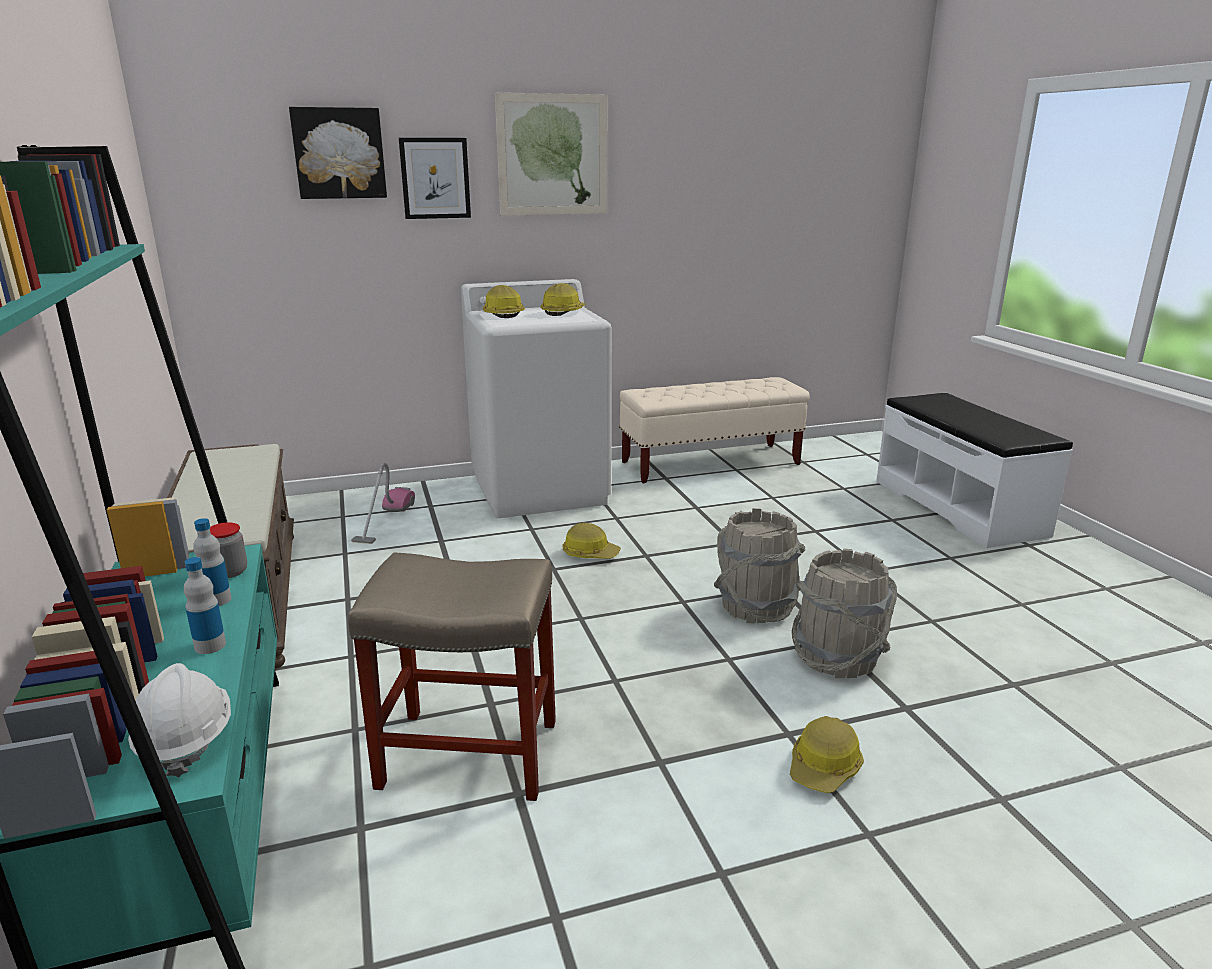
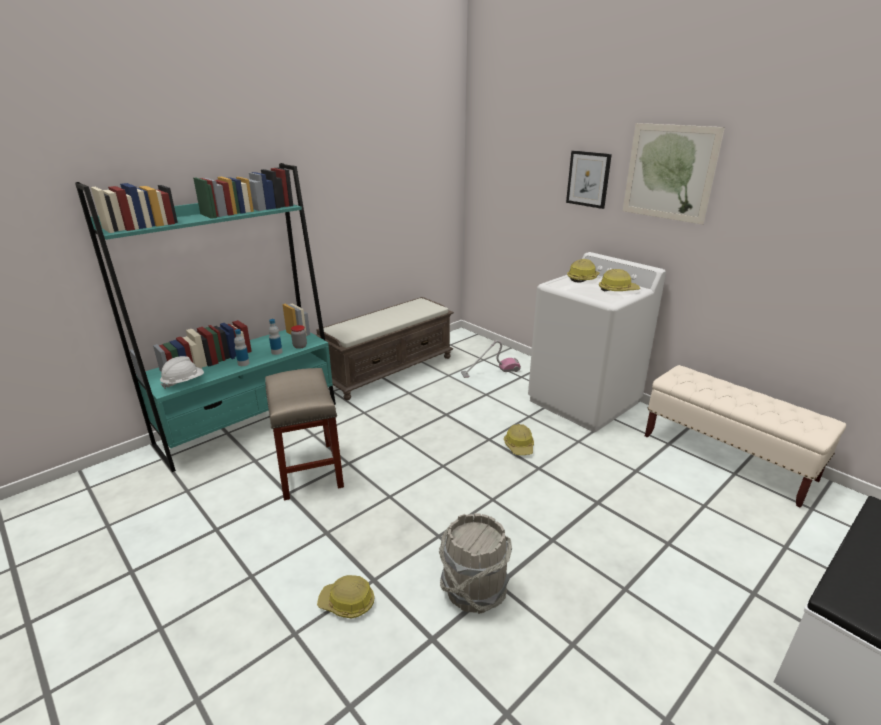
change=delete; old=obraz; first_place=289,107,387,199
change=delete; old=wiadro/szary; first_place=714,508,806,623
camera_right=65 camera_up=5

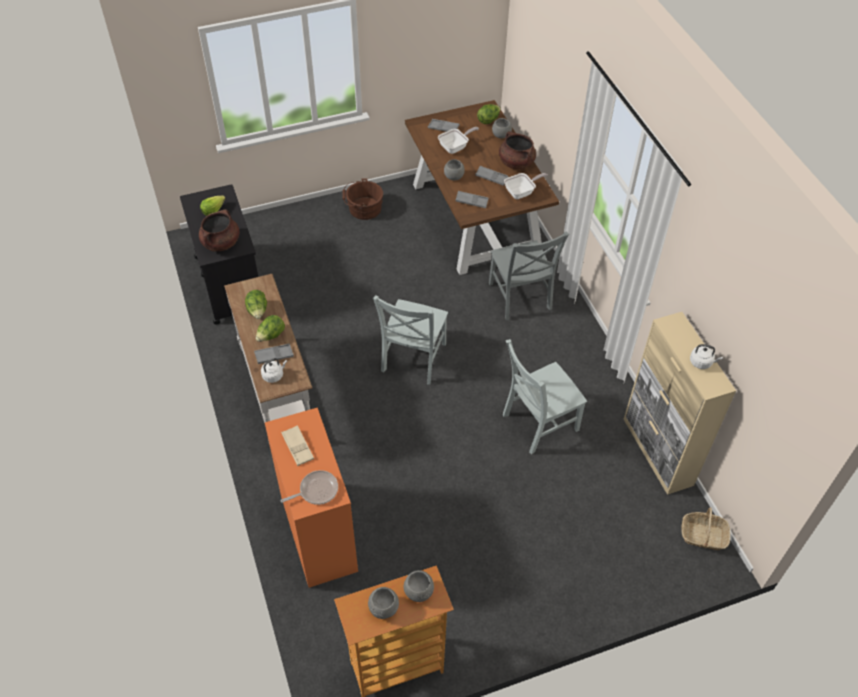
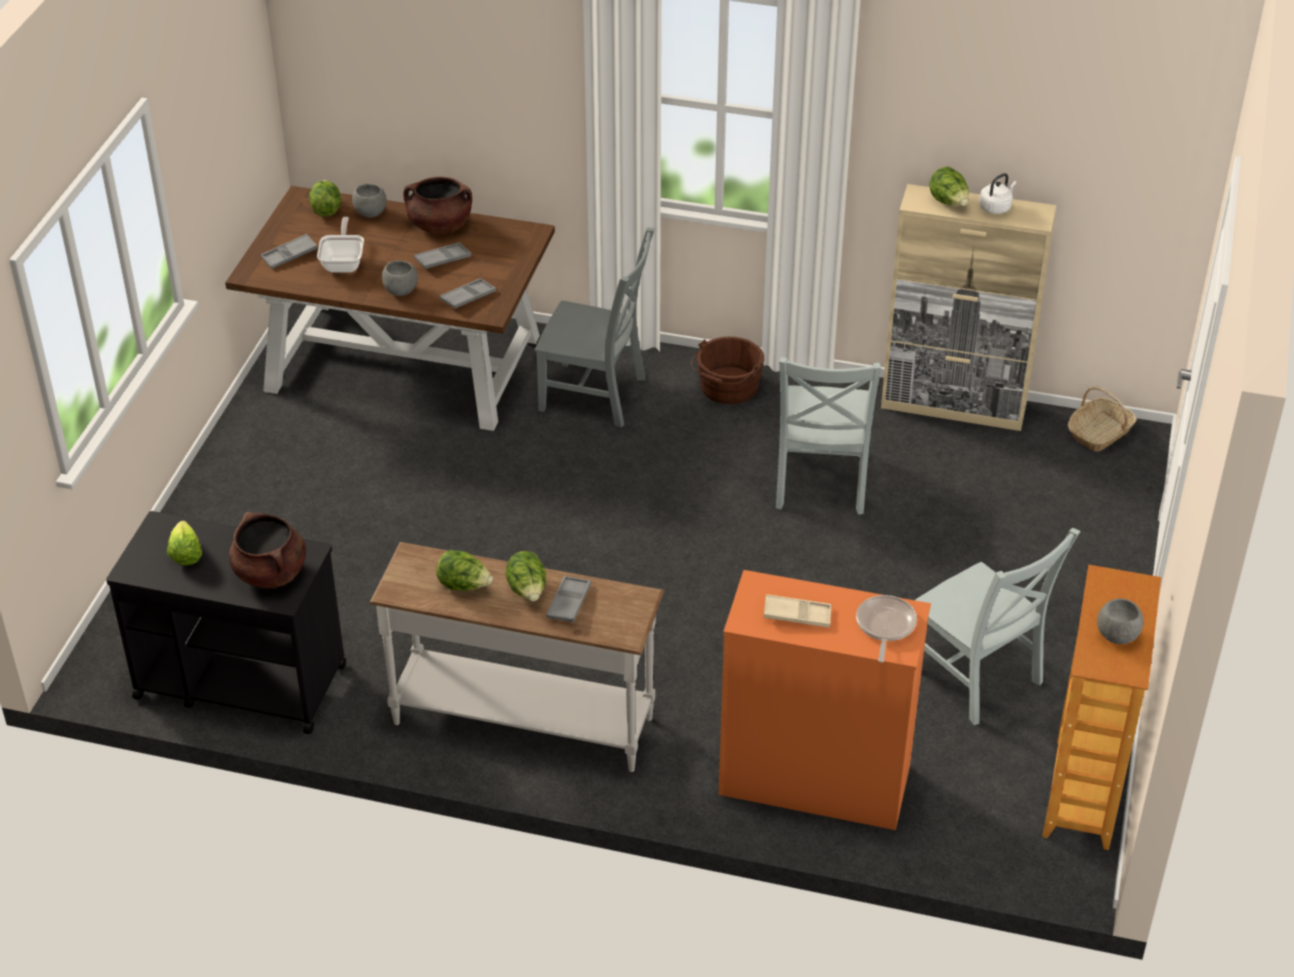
change=delete; old=czajnik/biały; first_place=261,358,287,383
change=delete; old=miska/szary; first_place=404,570,434,602
change=delete; old=patelnia; first_place=504,173,548,199
change=insert; new=sałata; second_place=929,167,969,206
change=move; old=wiadro/brązowy; first_place=342,179,383,220; second_place=691,337,764,404
change=move; old=krzesło/szary; first_place=373,295,448,384; second_place=915,528,1080,725
camera_right=-55 camera_up=-10

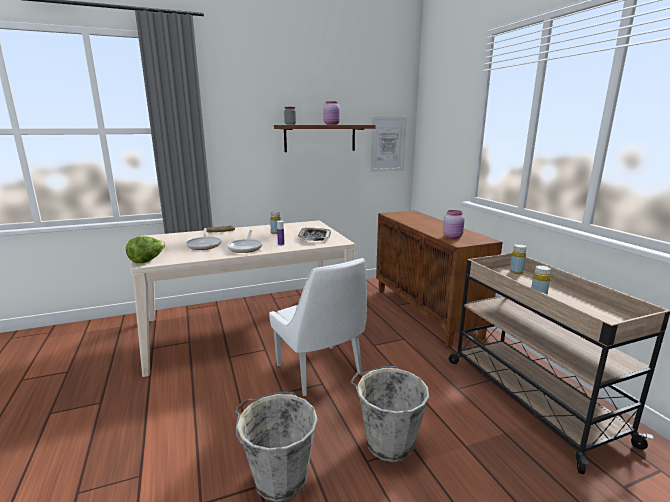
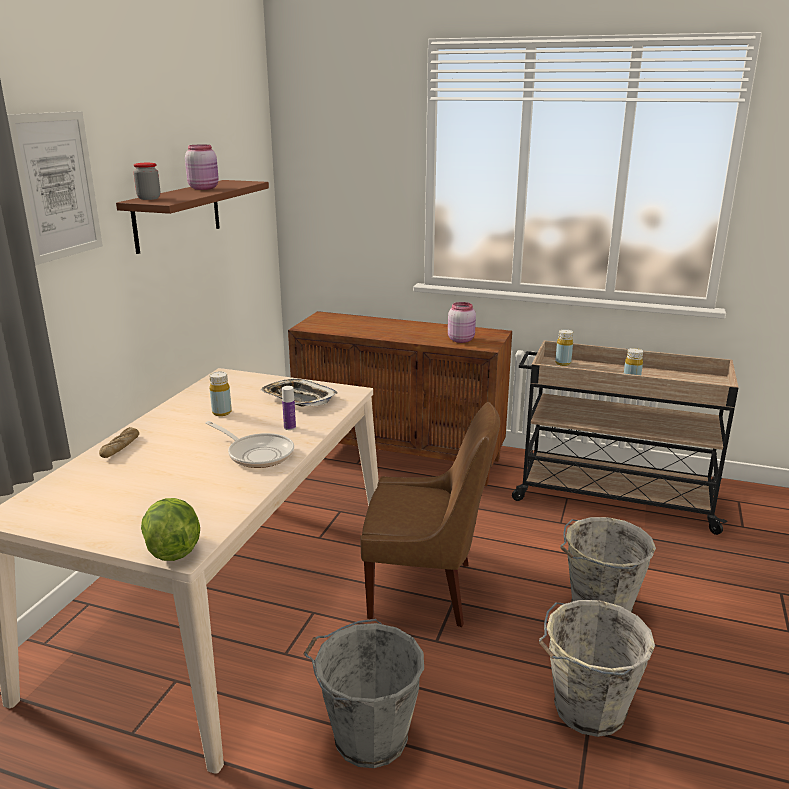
change=delete; old=patelnia; first_place=186,228,221,250
change=insert; new=wiadro/szary; second_place=304,619,424,768
change=move; old=obraz; first_place=370,116,407,172; second_place=7,111,103,265
change=recolor; old=krzesło/biały; new=krzesło/brązowy; first_place=269,258,367,396; second_place=360,402,500,627
camera_right=-50 camera_up=5

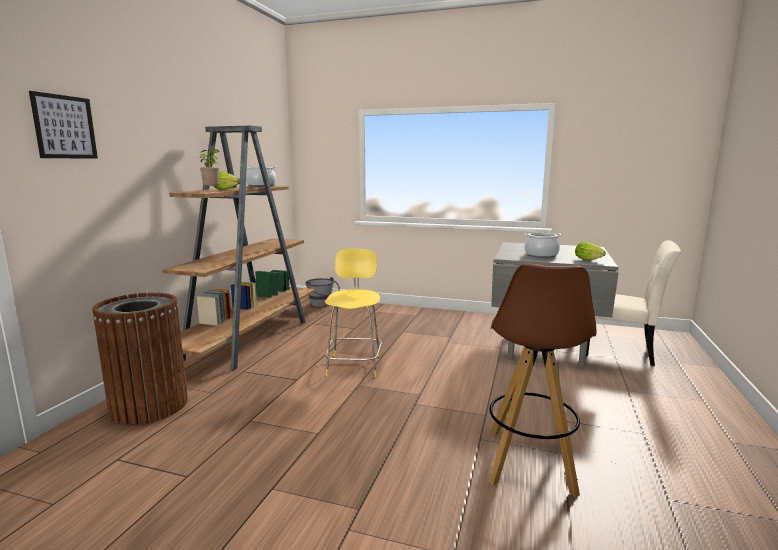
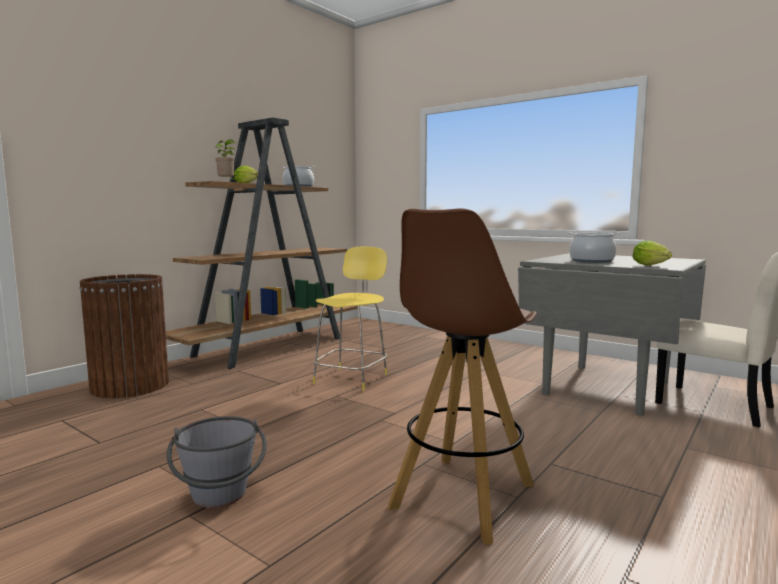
change=delete; old=obraz; first_place=29,91,98,159
change=move; old=wiadro/szary; first_place=305,277,340,307; second_place=167,416,267,508
camera_right=20 camera_up=-5

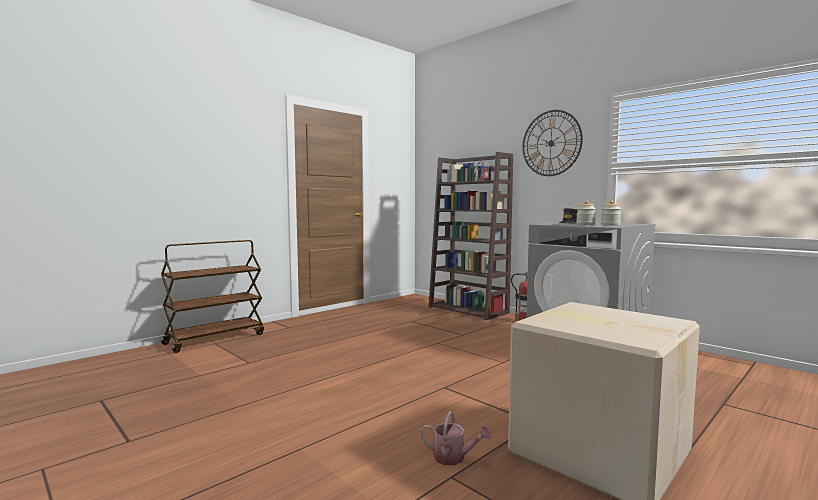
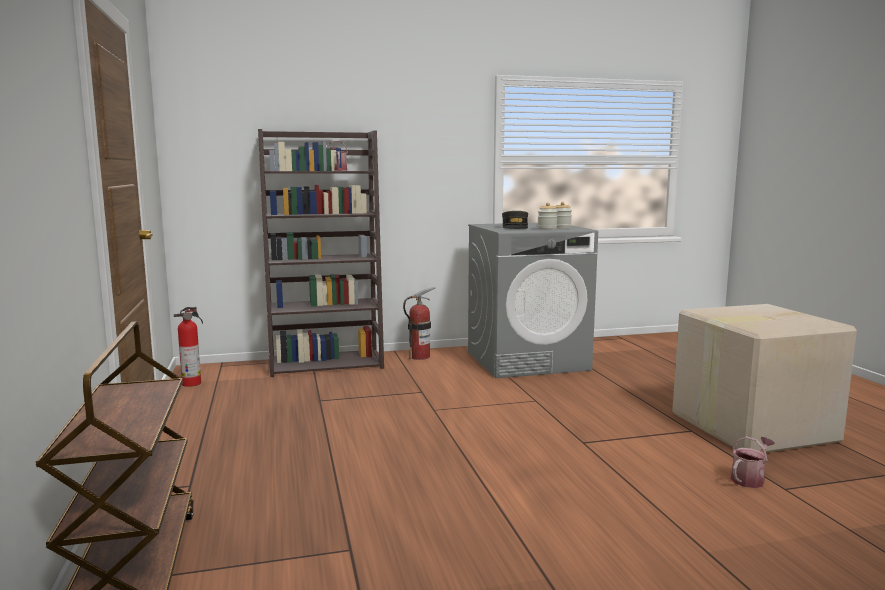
change=delete; old=zegar ścienny; first_place=522,110,583,176
change=insert; new=gaśnica; second_place=174,307,203,387
camera_right=-60 camera_up=5

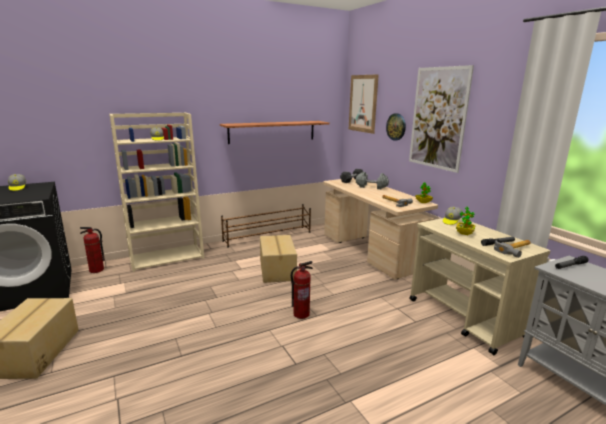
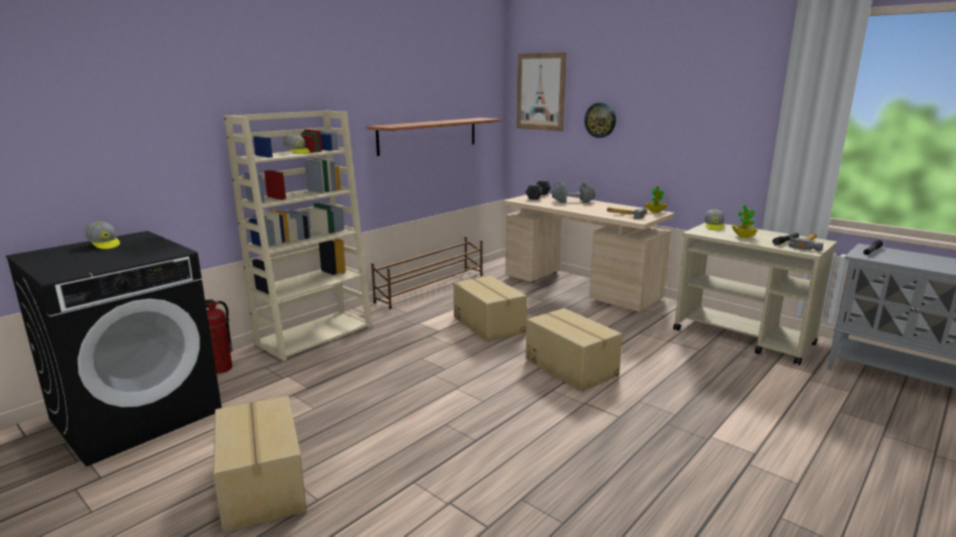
change=delete; old=obraz; first_place=409,65,474,173
change=replace; old=gaśnica; new=karton; first_place=291,261,313,319; second_place=526,308,623,391
camera_right=-20 camera_up=0

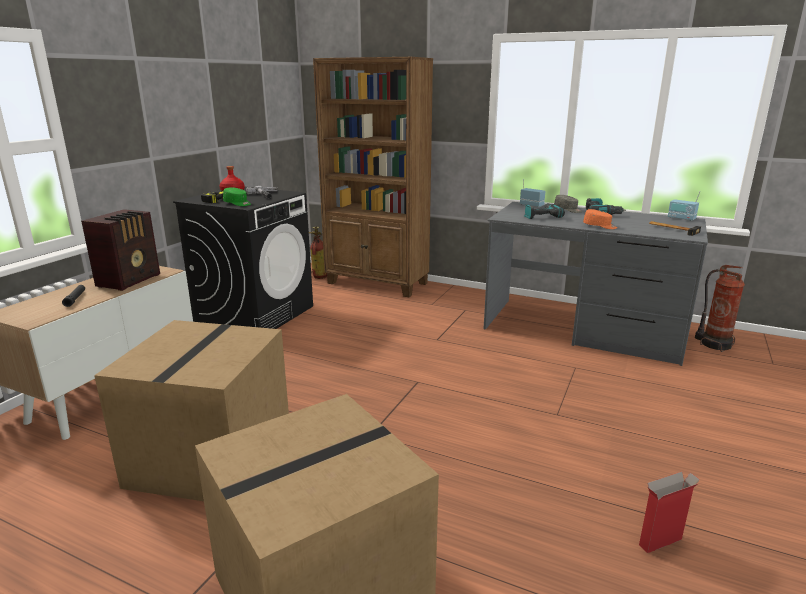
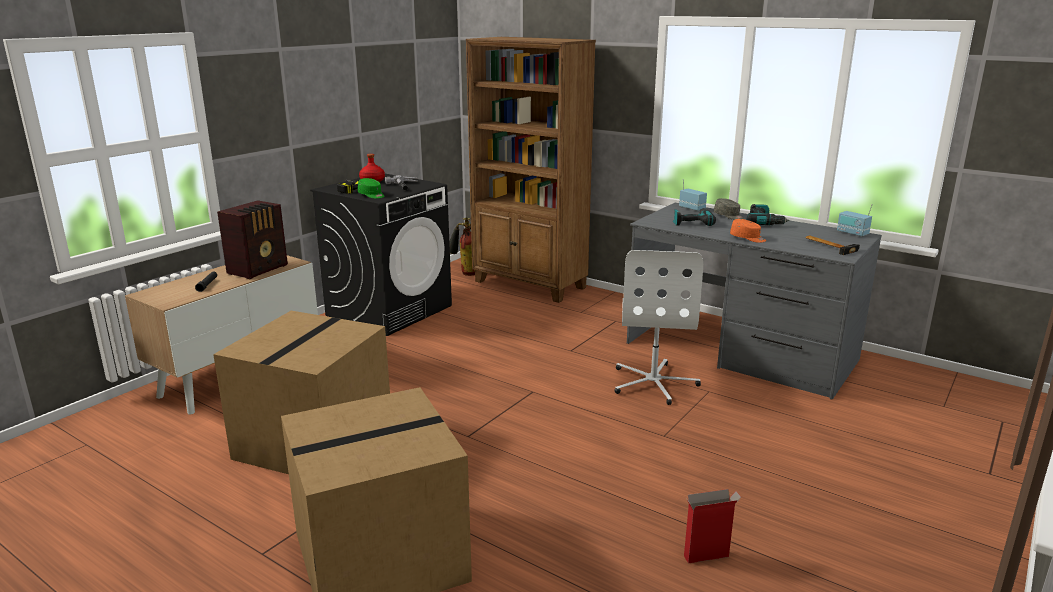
change=delete; old=gaśnica; first_place=695,265,745,352
change=insert; new=krzesło biurowe/biały; second_place=615,250,703,405
camera_right=10 camera_up=0

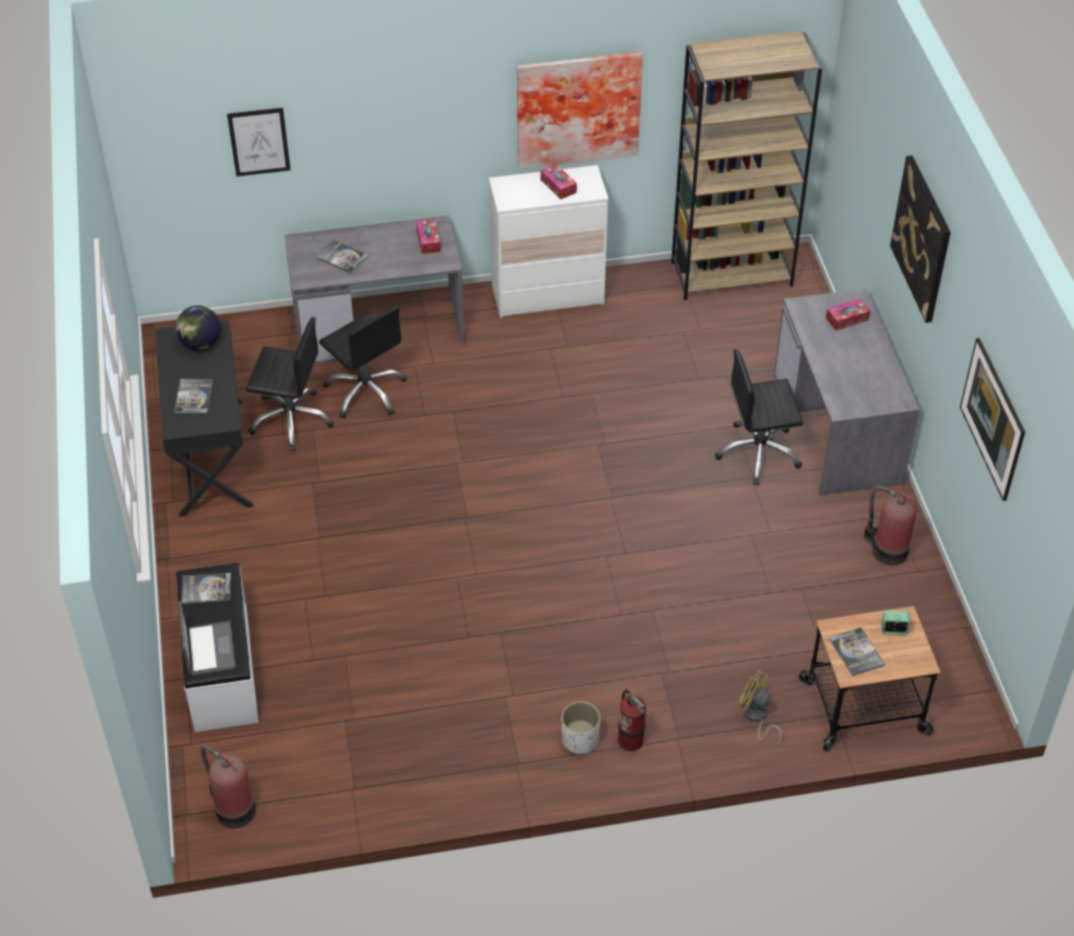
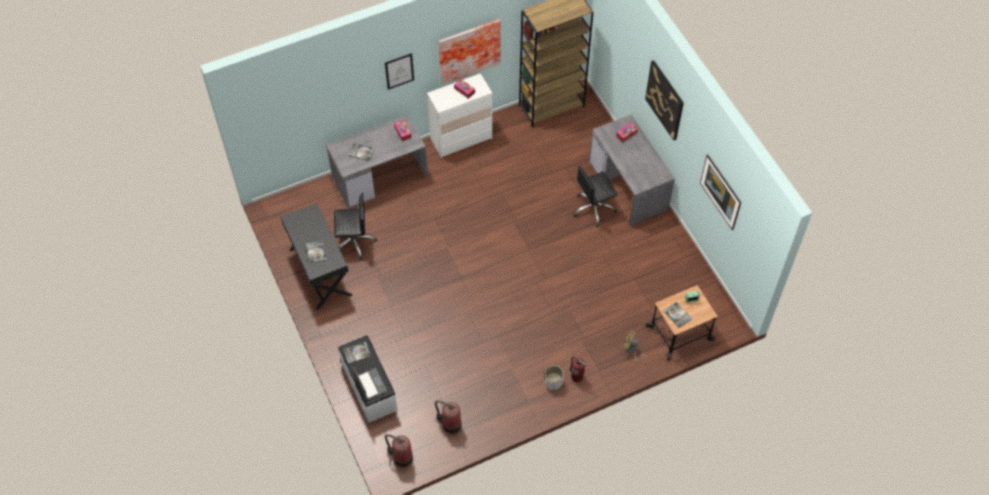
change=delete; old=globus; first_place=175,306,221,350
change=delete; old=krzesło biurowe/czarny; first_place=319,306,407,419
change=move; old=obraz; first_place=227,108,291,177; second_place=385,53,414,90
change=move; old=gaśnica; first_place=864,486,916,566; second_place=435,400,462,434
camera_right=-15 camera_up=10

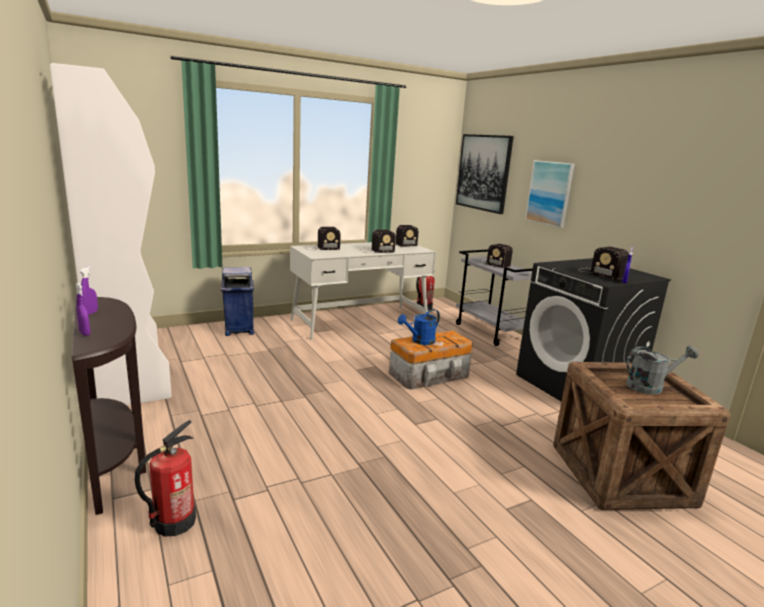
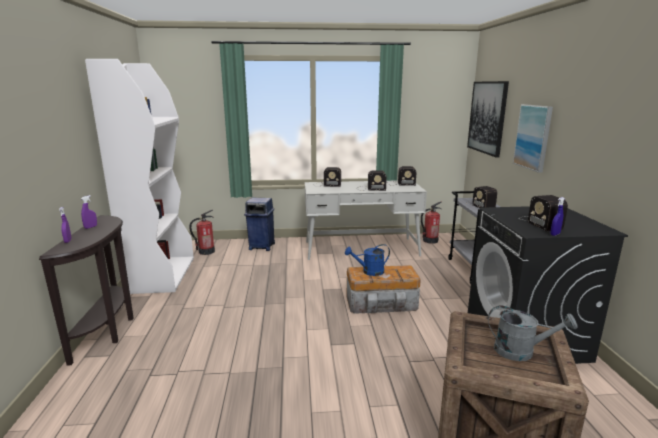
change=move; old=gaśnica; first_place=134,420,196,536; second_place=189,210,215,255
camera_right=25 camera_up=0

